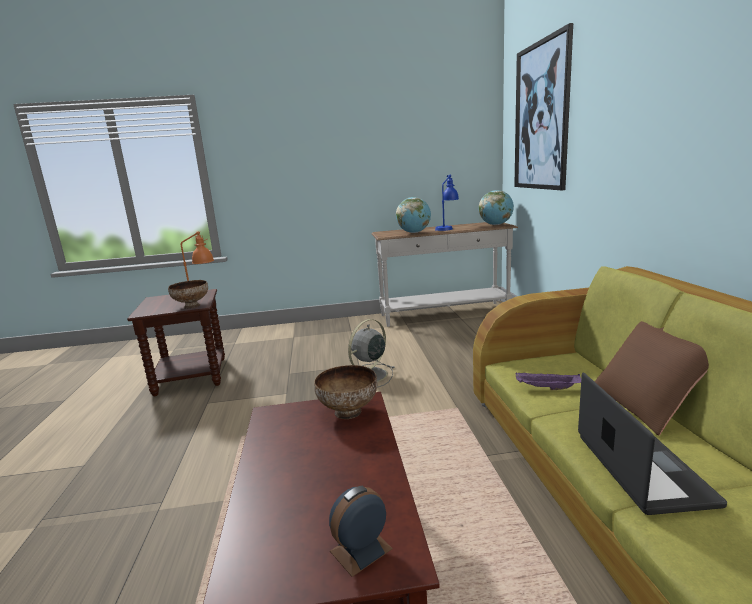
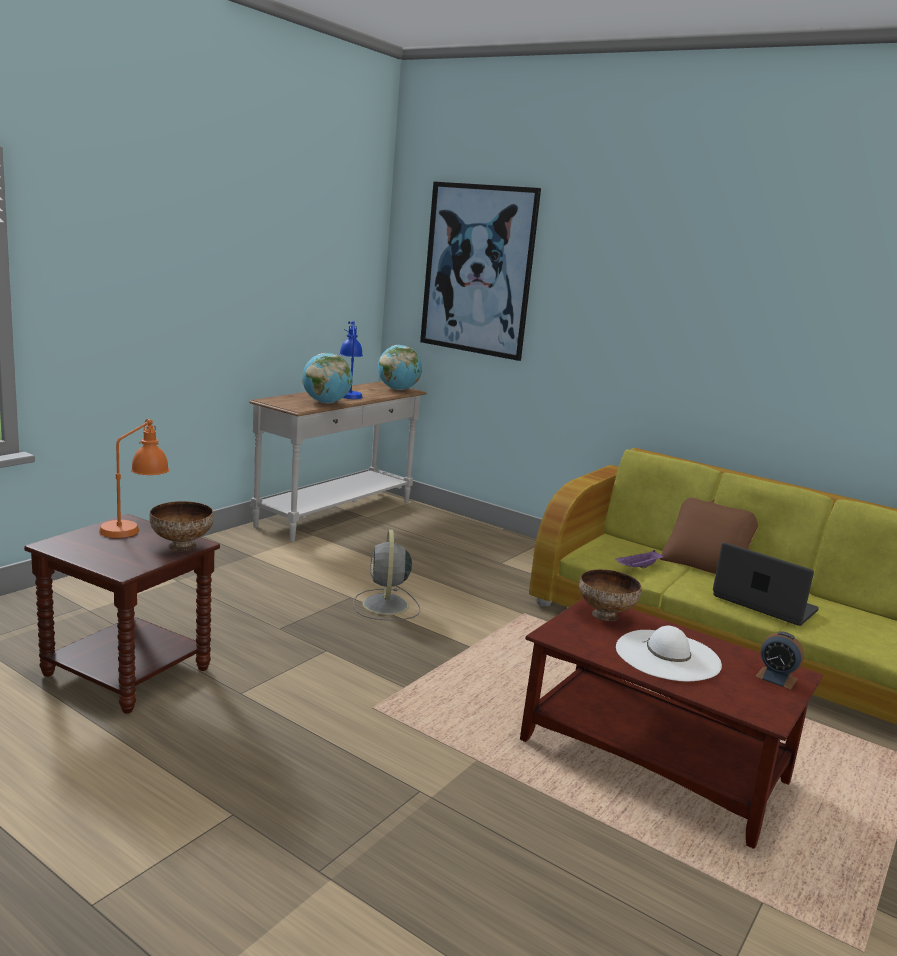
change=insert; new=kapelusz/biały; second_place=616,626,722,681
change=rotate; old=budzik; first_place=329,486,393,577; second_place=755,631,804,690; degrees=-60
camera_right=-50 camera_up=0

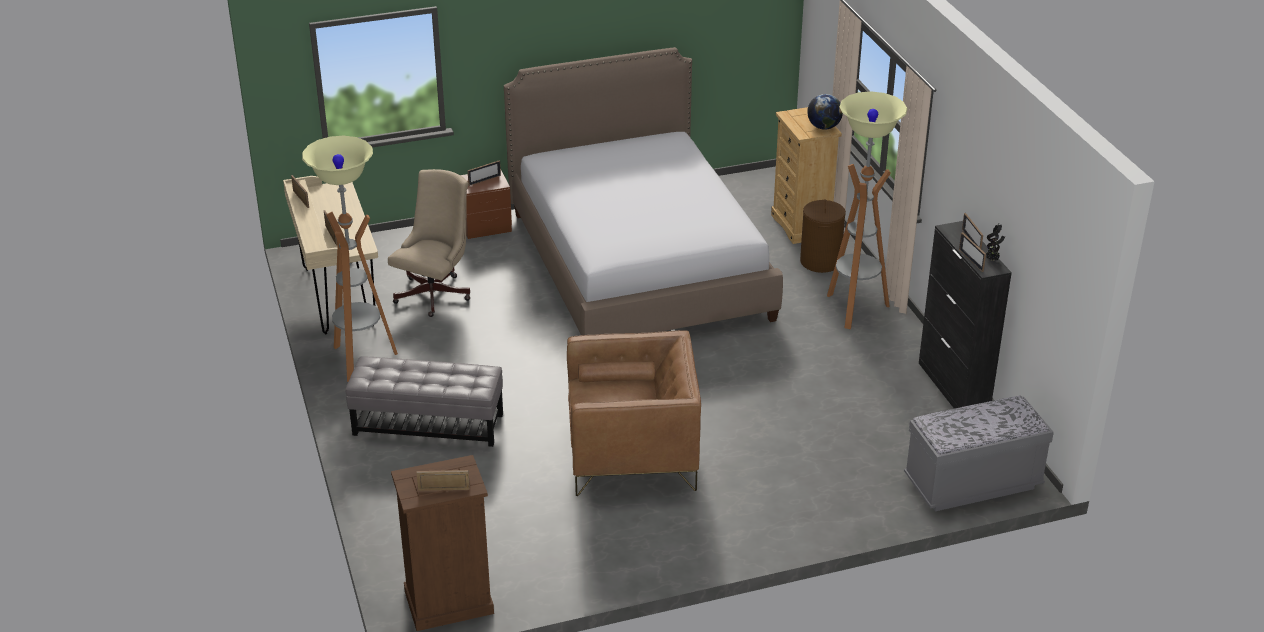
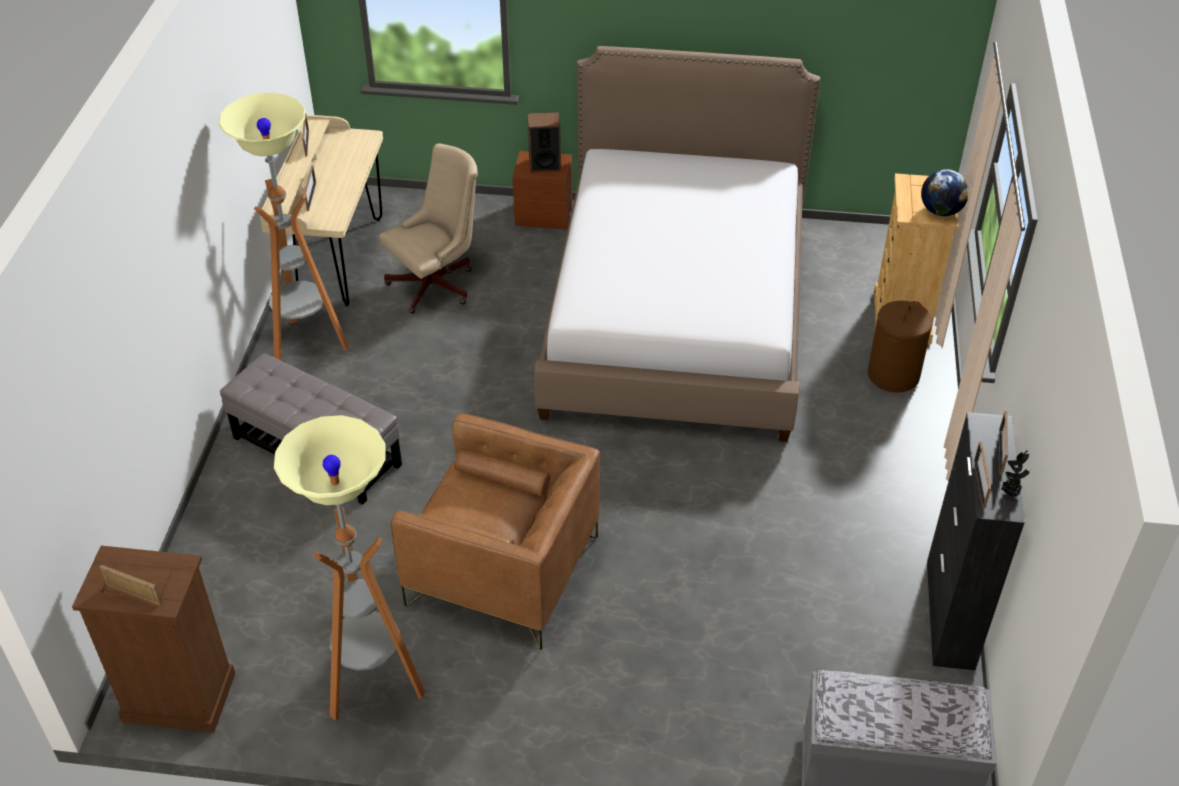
change=move; old=lampa stojąca; first_place=827,91,908,329; second_place=274,415,425,721
change=replace; old=ramka na zdjęcie; new=głośnik; first_place=468,160,501,186; second_place=528,112,561,173
camera_right=25 camera_up=10

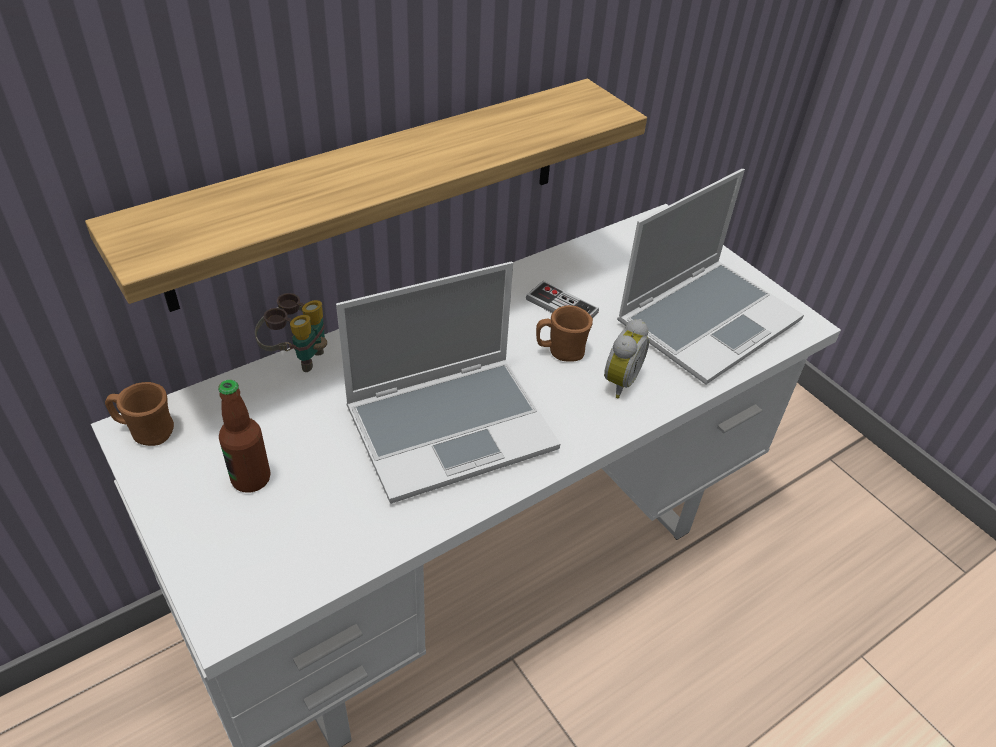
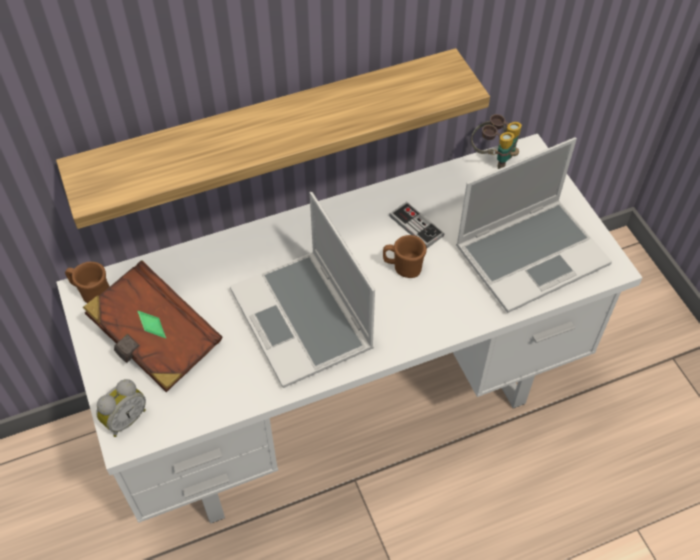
change=move; old=lornetka; first_place=255,293,327,372; second_place=471,114,522,169
change=move; old=budzik; first_place=604,319,649,398; second_place=96,379,146,437
change=replace; old=butelka; new=książka/brązowy; first_place=218,380,270,492; second_place=83,261,222,392
change=rotate; old=laptop; first_place=336,262,560,504; second_place=230,192,375,388; degrees=75
camera_right=15 camera_up=10

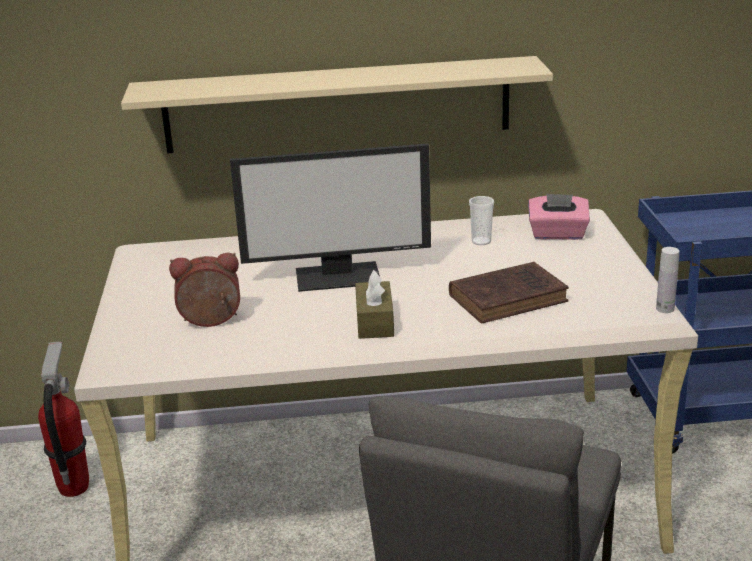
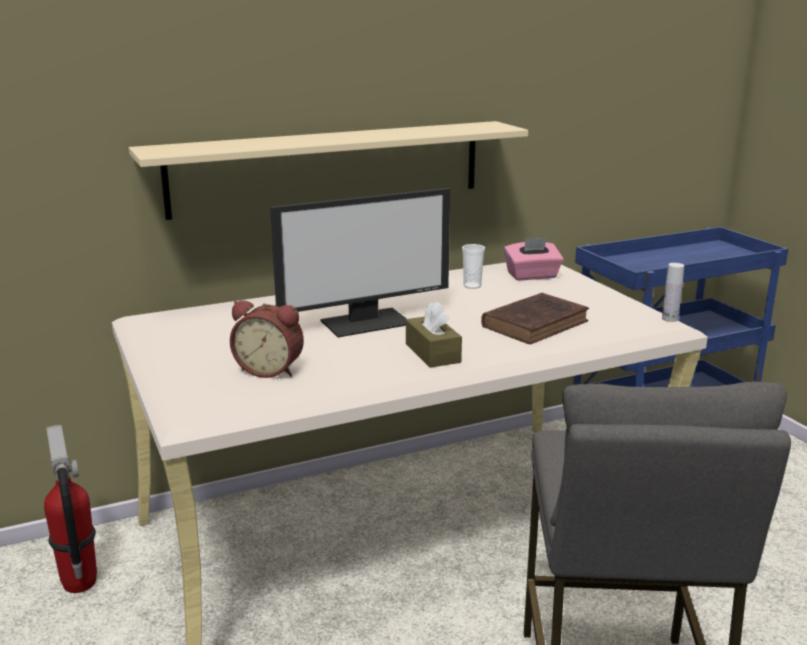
change=rotate; old=budzik; first_place=169,253,240,327; second_place=230,300,304,378; degrees=-135
camera_right=-20 camera_up=-5

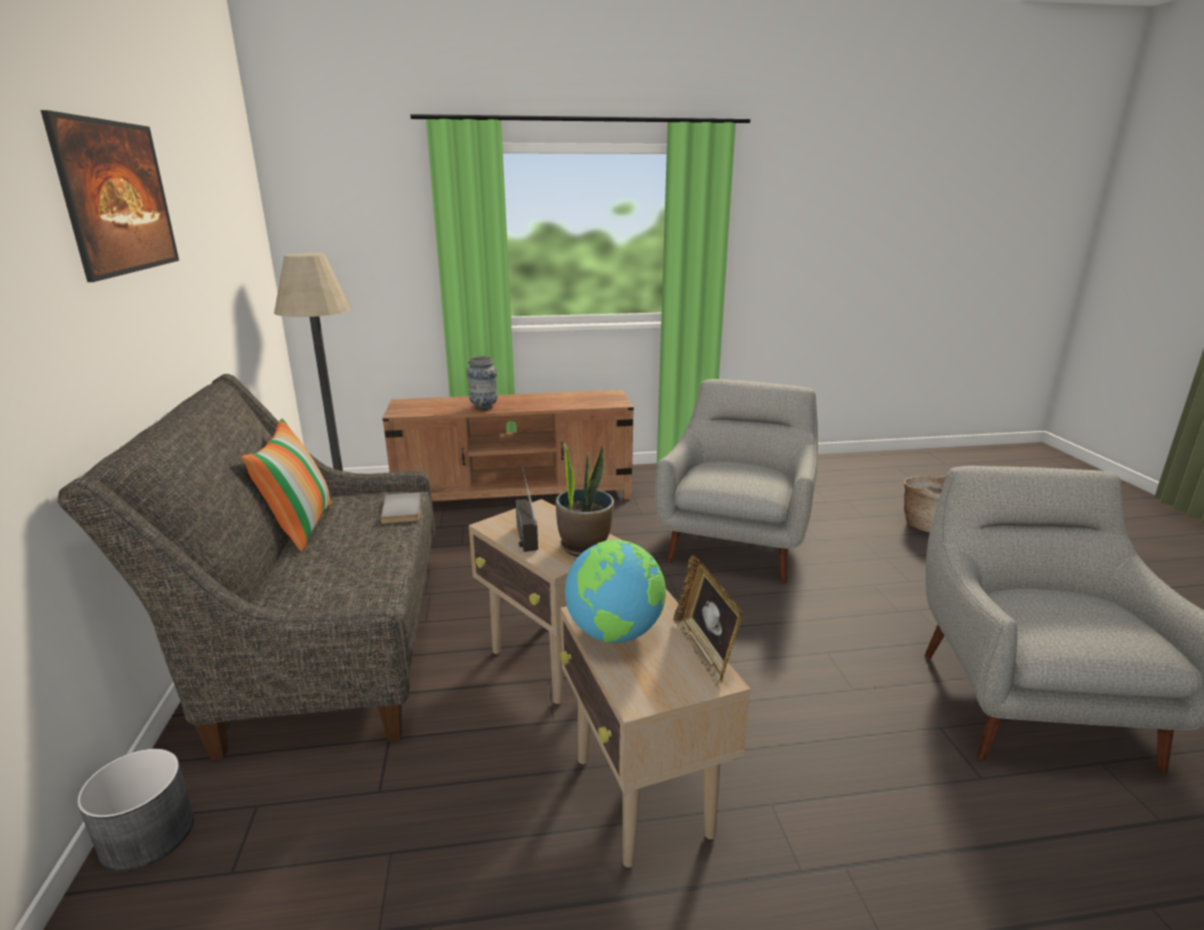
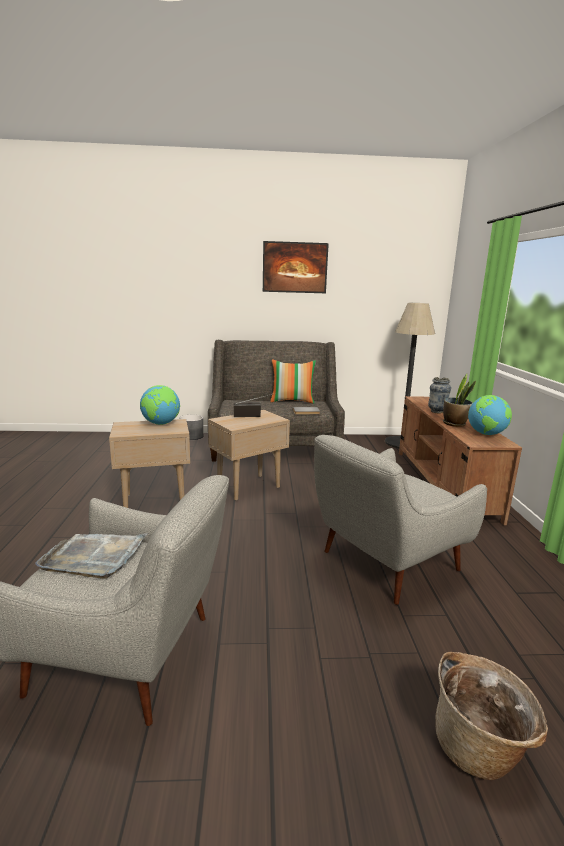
change=delete; old=ramka na zdjęcie; first_place=673,555,743,687
change=insert; new=taca/szary; second_place=35,533,148,579
change=insert; new=globus; second_place=468,395,512,435
change=move; old=roślina doniczkowa; first_place=556,441,614,557; second_place=443,374,476,427
change=rotate; old=fotel/szary; first_place=655,379,818,583; second_place=314,435,487,605; degrees=120
camera_right=95 camera_up=-5

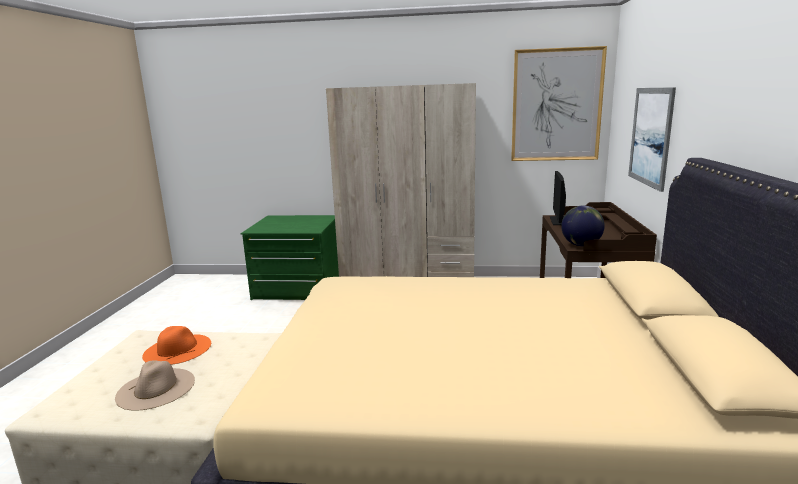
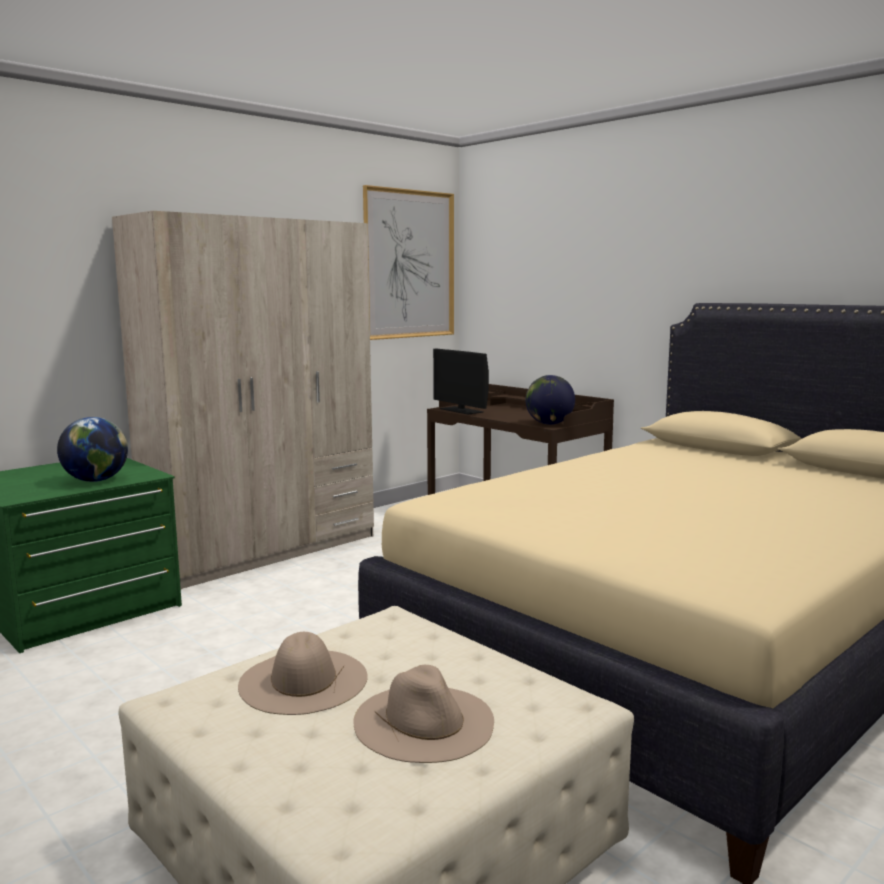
change=delete; old=obraz; first_place=628,87,676,192
change=insert; new=globus; second_place=57,417,128,482
change=recolor; old=kapelusz/pomarańczowy; new=kapelusz/beżowy; first_place=142,326,211,365; second_place=238,632,368,715
camera_right=-50 camera_up=-5

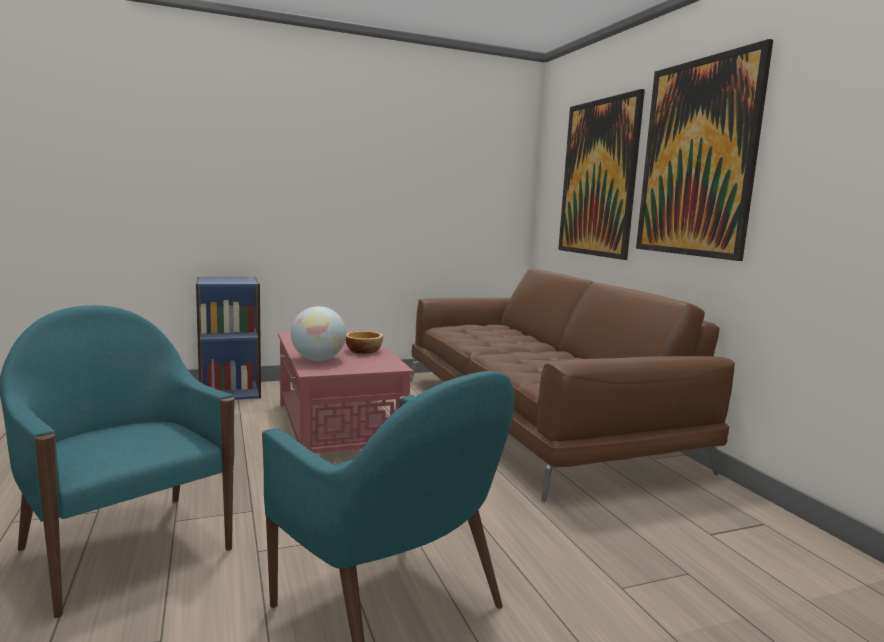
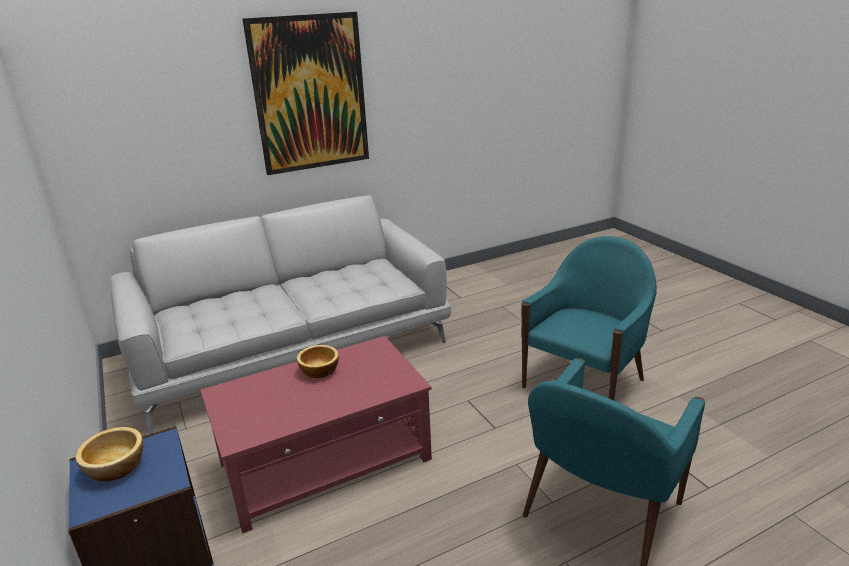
change=delete; old=globus; first_place=291,306,346,361
change=delete; old=obraz; first_place=558,89,645,260
change=insert; new=miska; second_place=75,427,143,482
change=recolor; old=kanapa/brązowy; new=kanapa/szary; first_place=410,268,735,502; second_place=110,196,451,435
camera_right=-95 camera_up=15

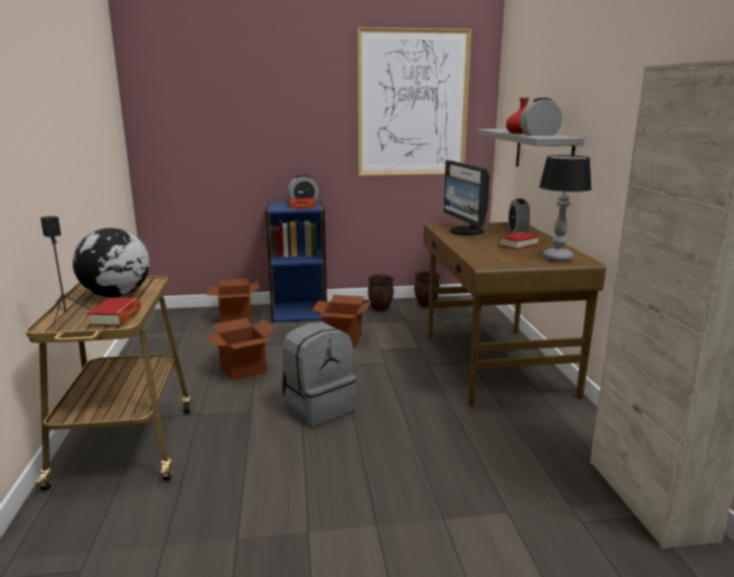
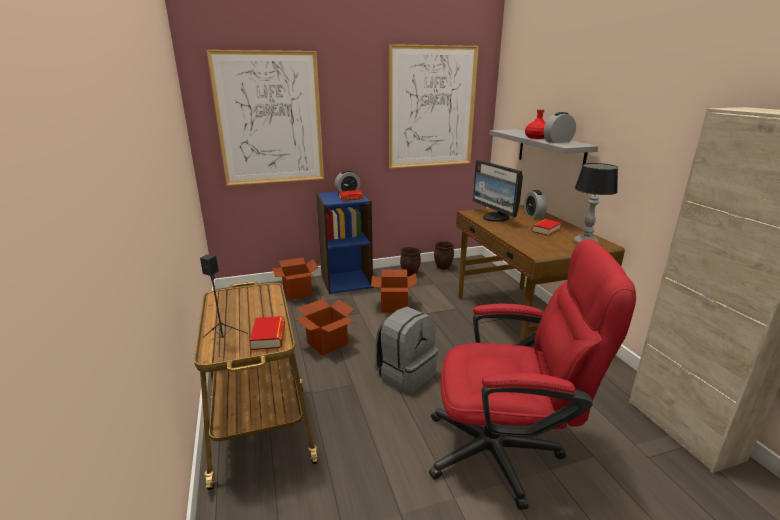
change=delete; old=globus; first_place=73,228,150,297
change=insert; new=obraz; second_place=207,50,324,186
change=insert; new=krzesło biurowe/czerwony; second_place=429,239,636,510
camera_right=-10 camera_up=5

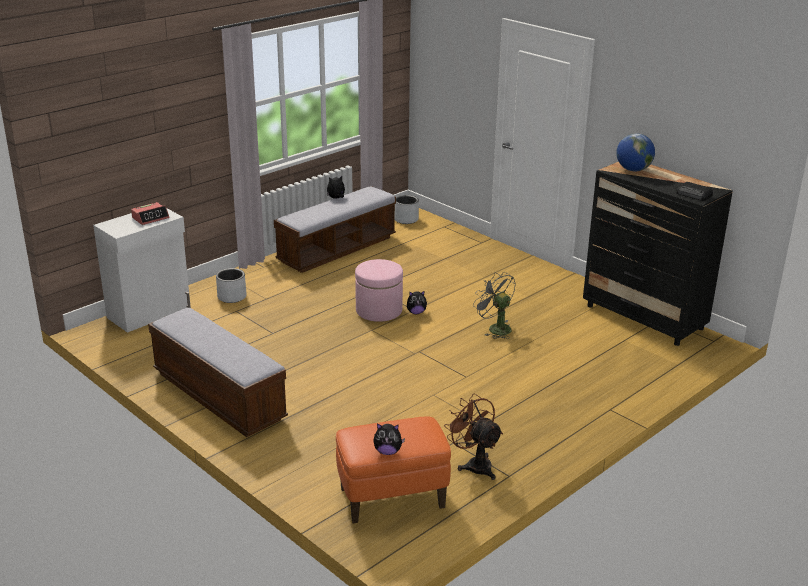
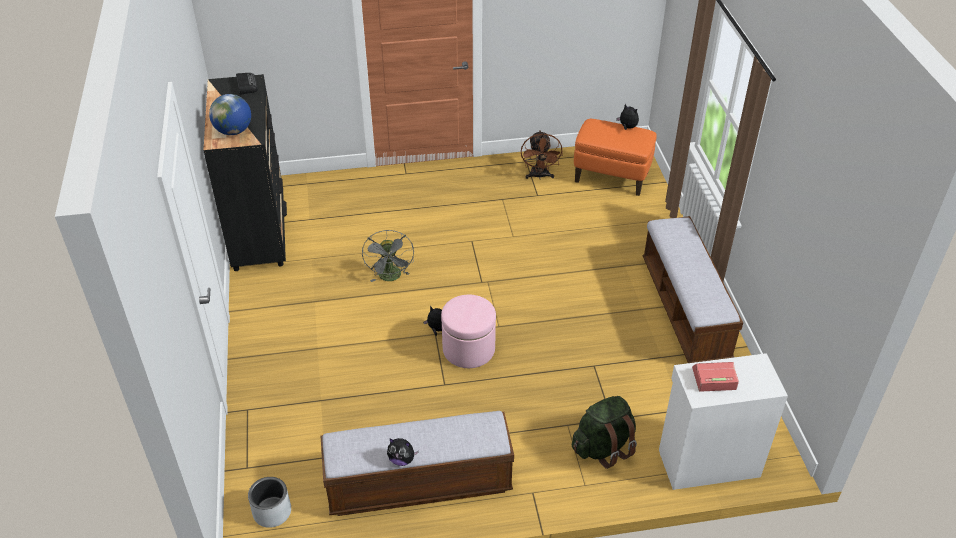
change=replace; old=donica/szary; new=plecak/zielony; first_place=216,268,246,303; second_place=572,396,637,469
camera_right=-145 camera_up=15

